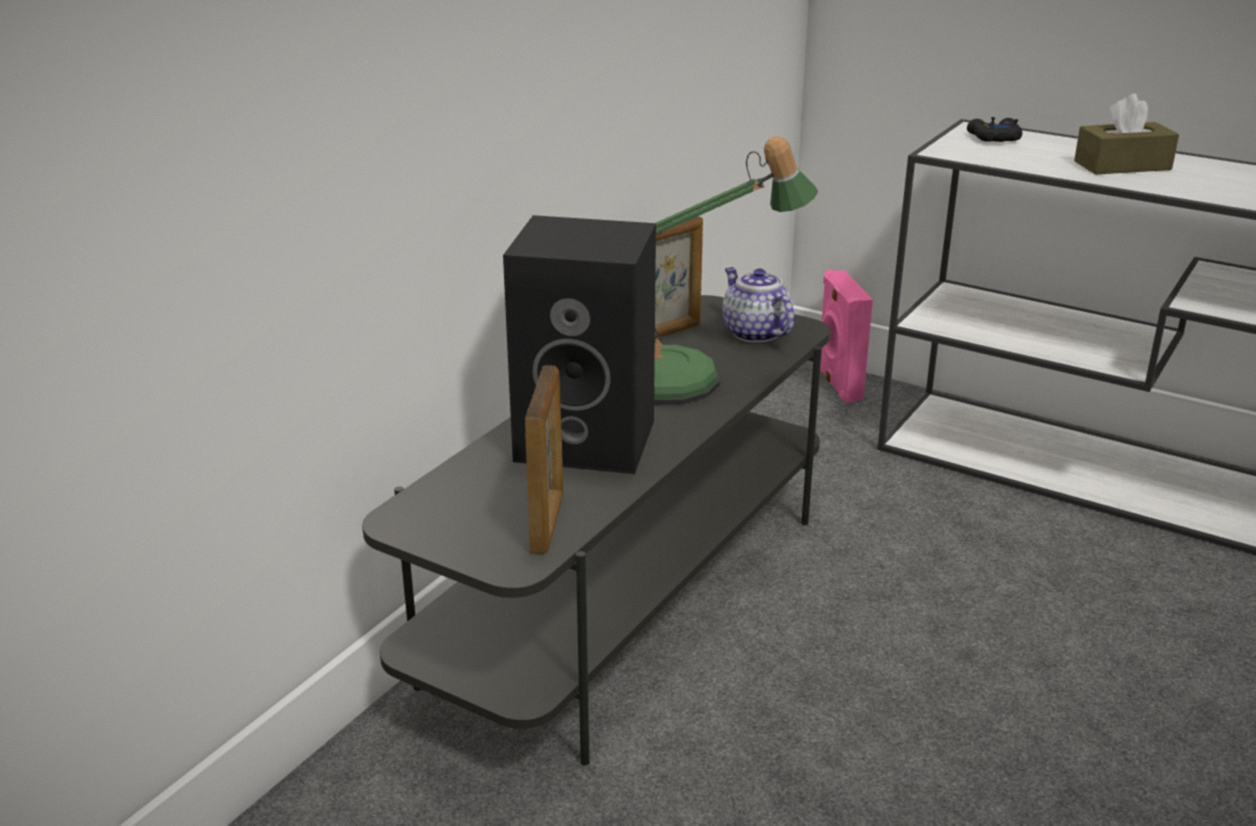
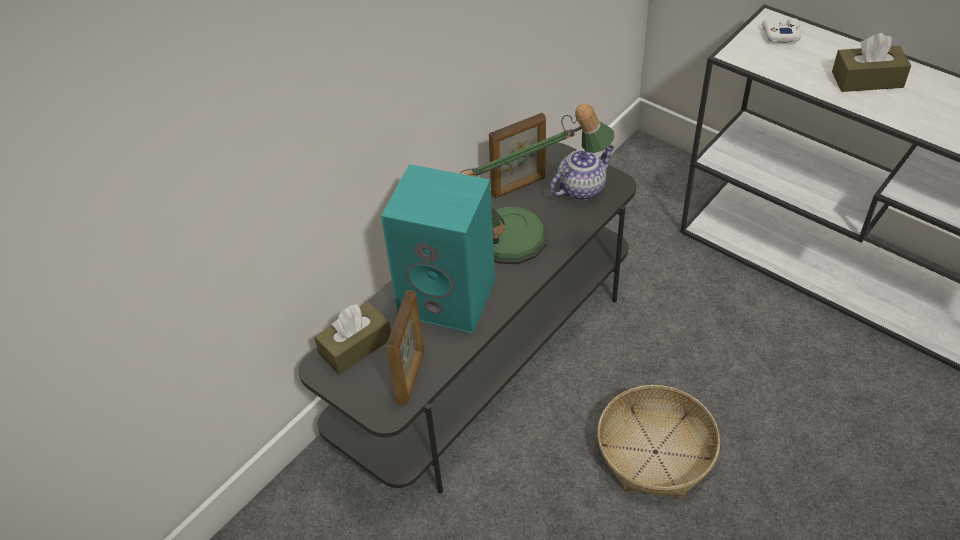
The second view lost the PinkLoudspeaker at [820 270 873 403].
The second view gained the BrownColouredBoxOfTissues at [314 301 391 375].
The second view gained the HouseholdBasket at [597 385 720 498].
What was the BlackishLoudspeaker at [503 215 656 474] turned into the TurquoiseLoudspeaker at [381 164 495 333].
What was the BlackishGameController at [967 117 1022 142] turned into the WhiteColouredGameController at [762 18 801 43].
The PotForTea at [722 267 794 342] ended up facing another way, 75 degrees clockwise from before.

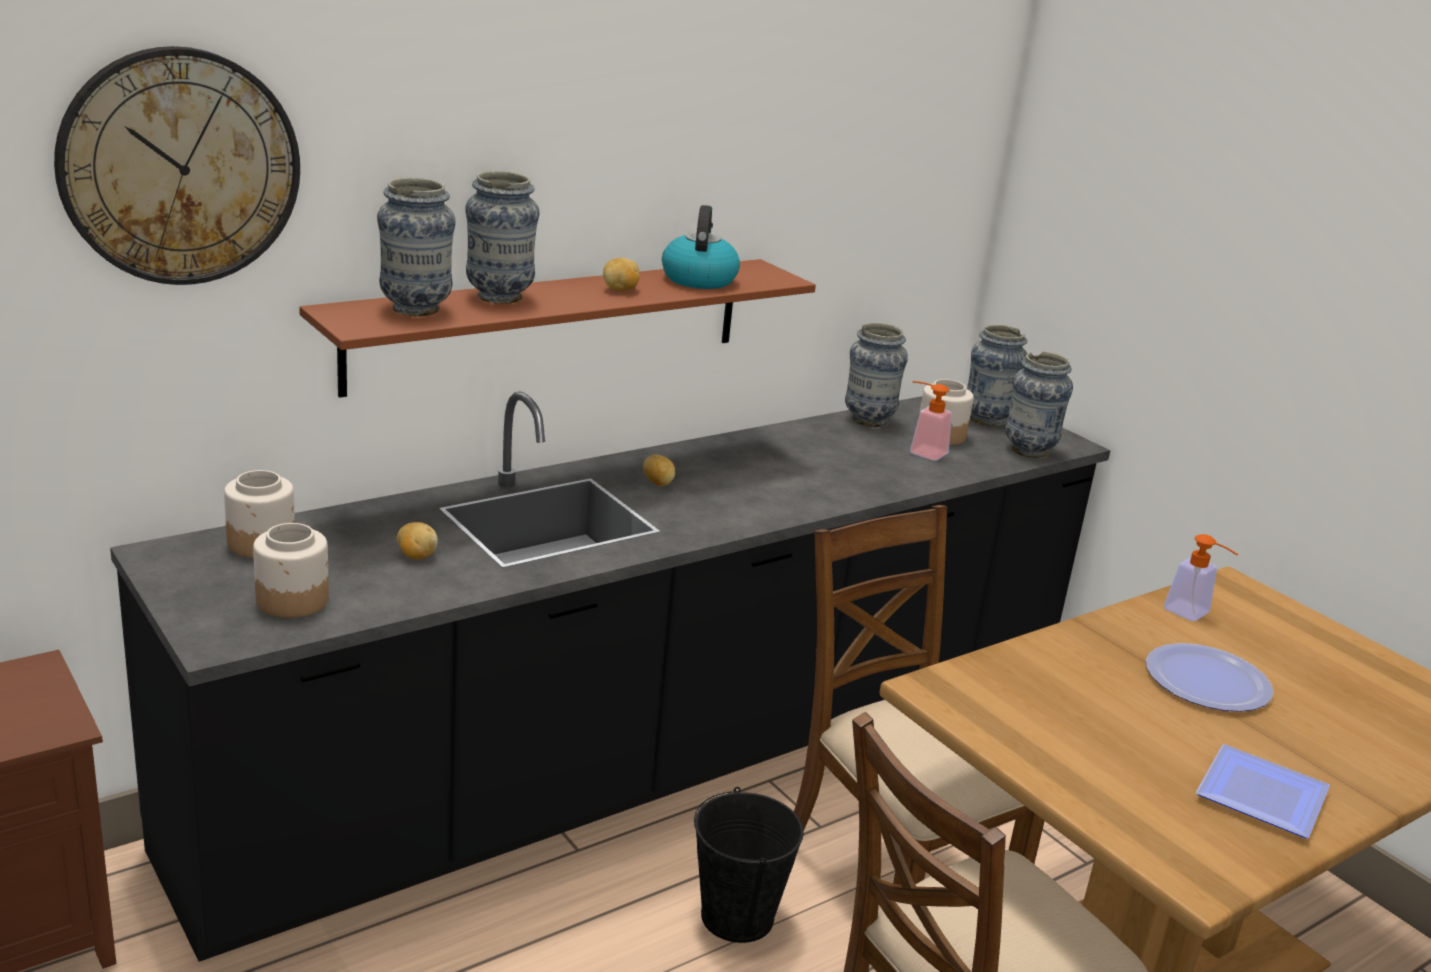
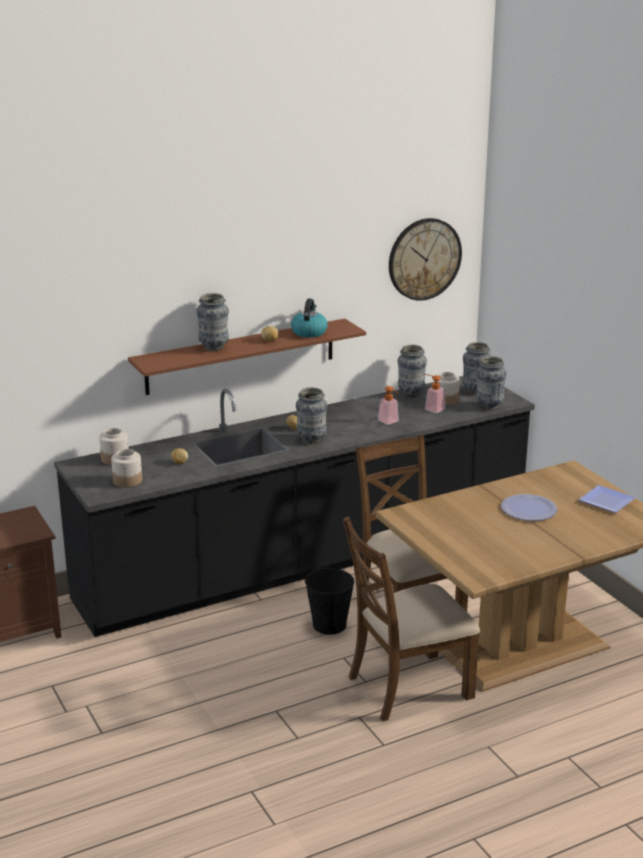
The HangingClock ended up elsewhere, having gone from [54 46 300 285] to [389 218 462 301].
The Vase ended up elsewhere, having gone from [377 177 456 316] to [296 387 327 444].
The LiquidSoapBottle ended up elsewhere, having gone from [1164 534 1239 621] to [378 386 399 425].
The Plate ended up elsewhere, having gone from [1196 744 1330 838] to [578 485 636 513].

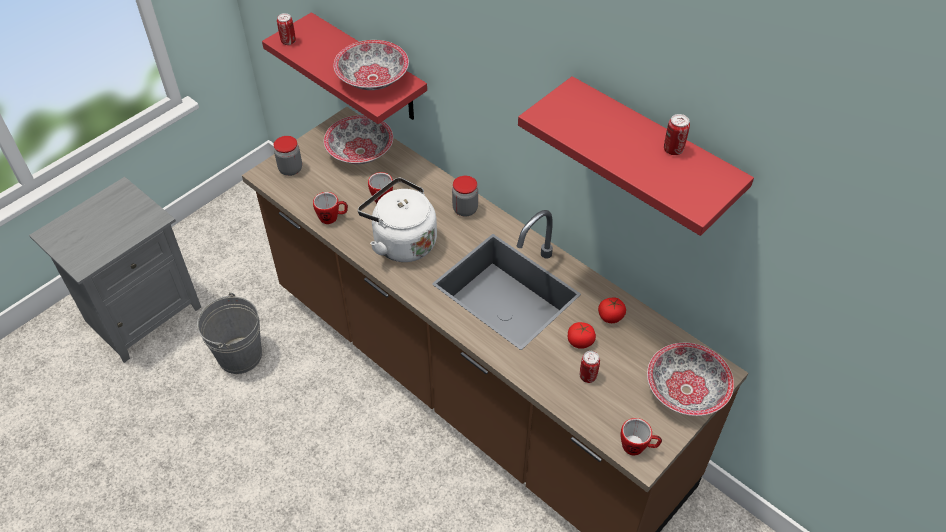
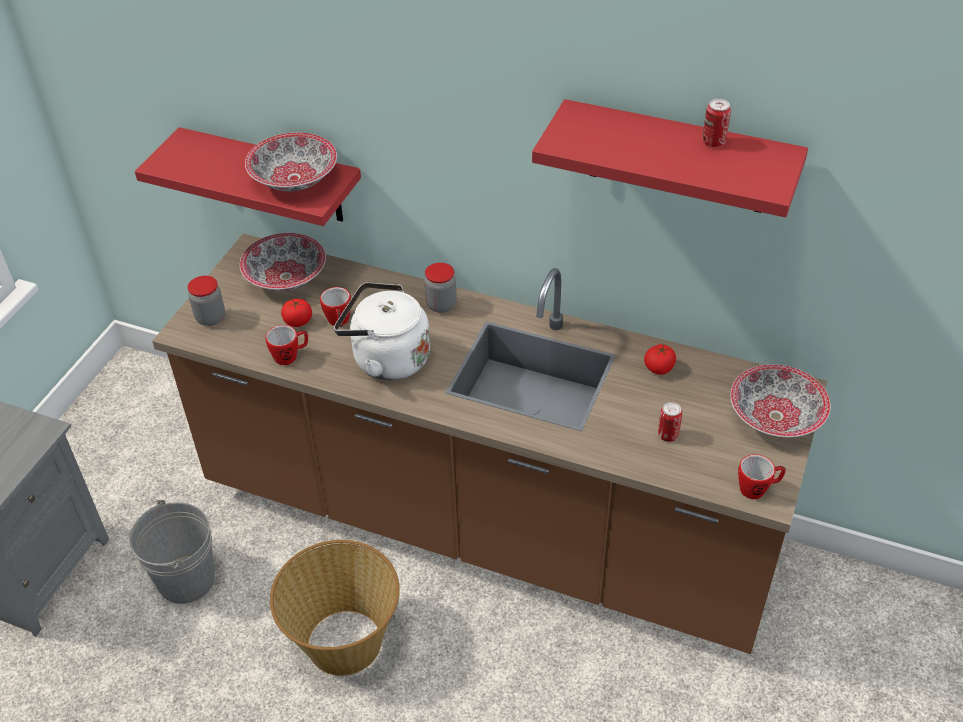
The second view lost the SealedCan at [277 13 296 45].
The second view gained the HouseholdBasket at [270 540 400 676].
The WholeTomato ended up elsewhere, having gone from [568 322 596 349] to [281 299 312 327].

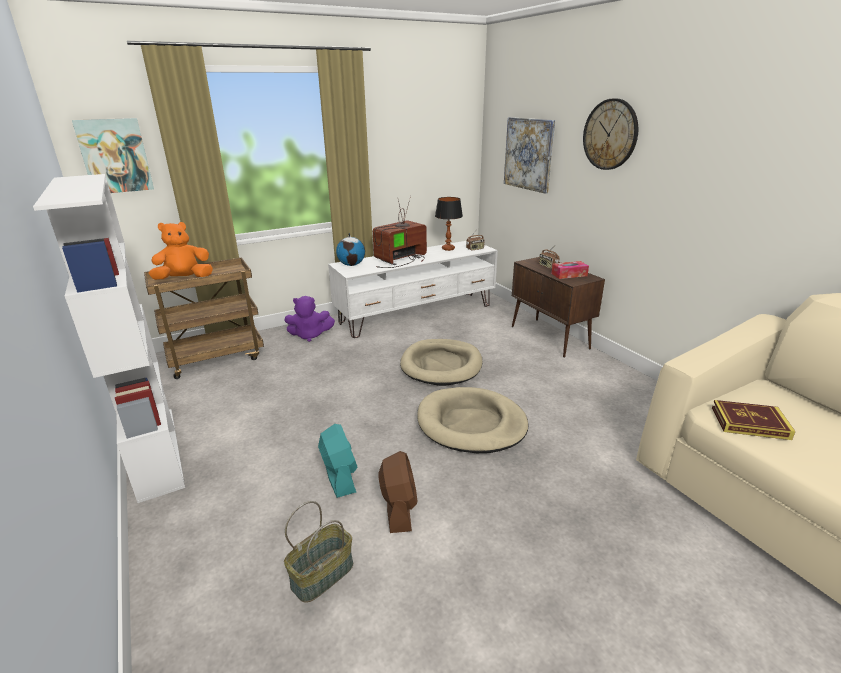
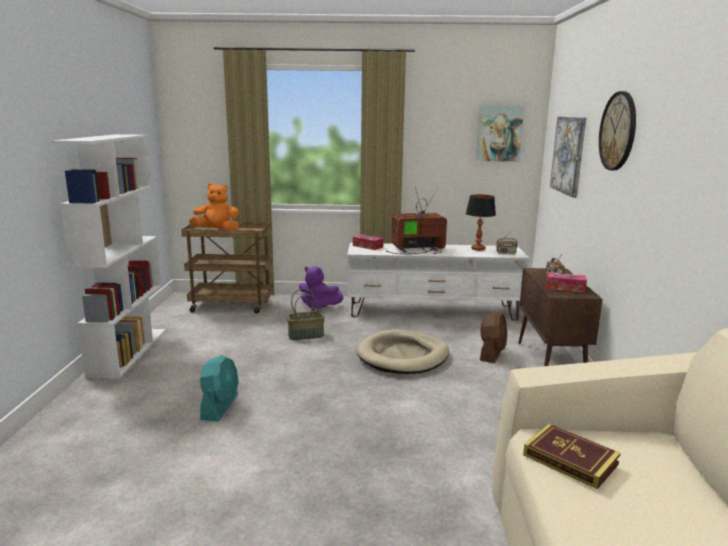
The second view lost the BeigeDogBed at [417 387 528 453].
The Picture ended up elsewhere, having gone from [72 118 154 193] to [476 105 524 162].
The HouseholdBasket ended up elsewhere, having gone from [284 501 353 603] to [287 288 325 340].
The BrownColouredFan ended up elsewhere, having gone from [378 451 418 533] to [480 311 507 363].
Where the WorldGlobe stood at [336 233 365 266], the BoxOfTissues came to stand at [353 234 383 250].

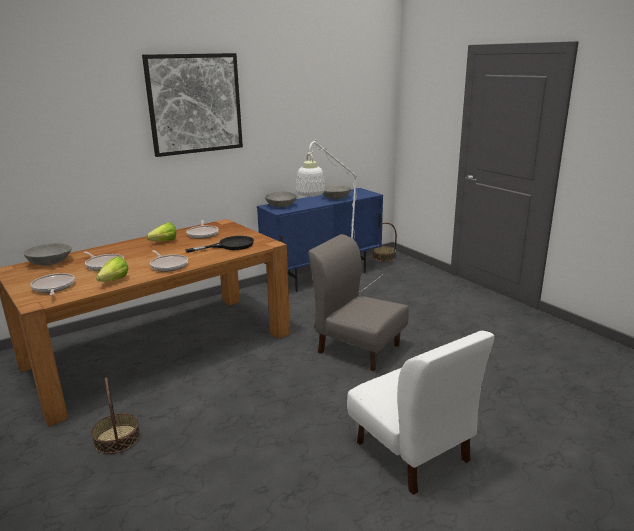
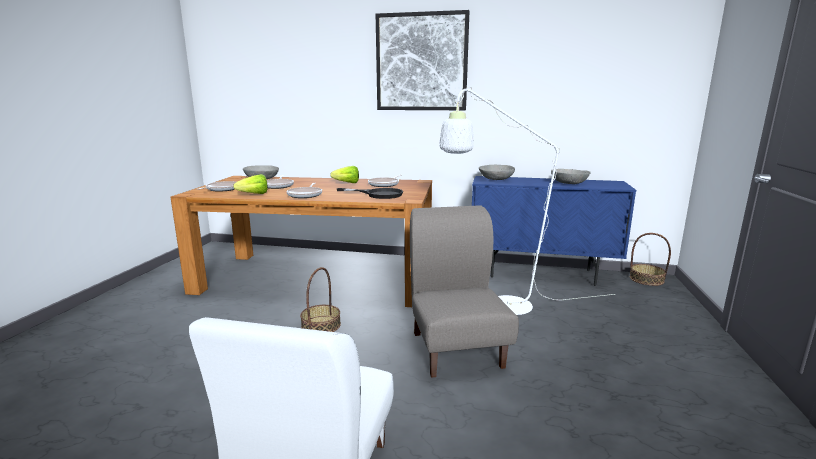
The HouseholdBasket ended up elsewhere, having gone from [91 377 140 454] to [300 267 341 332].

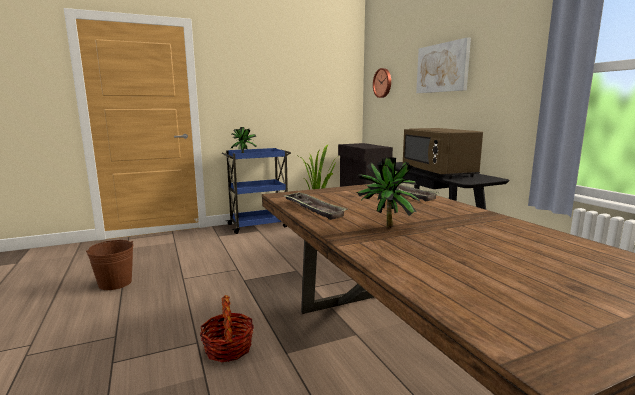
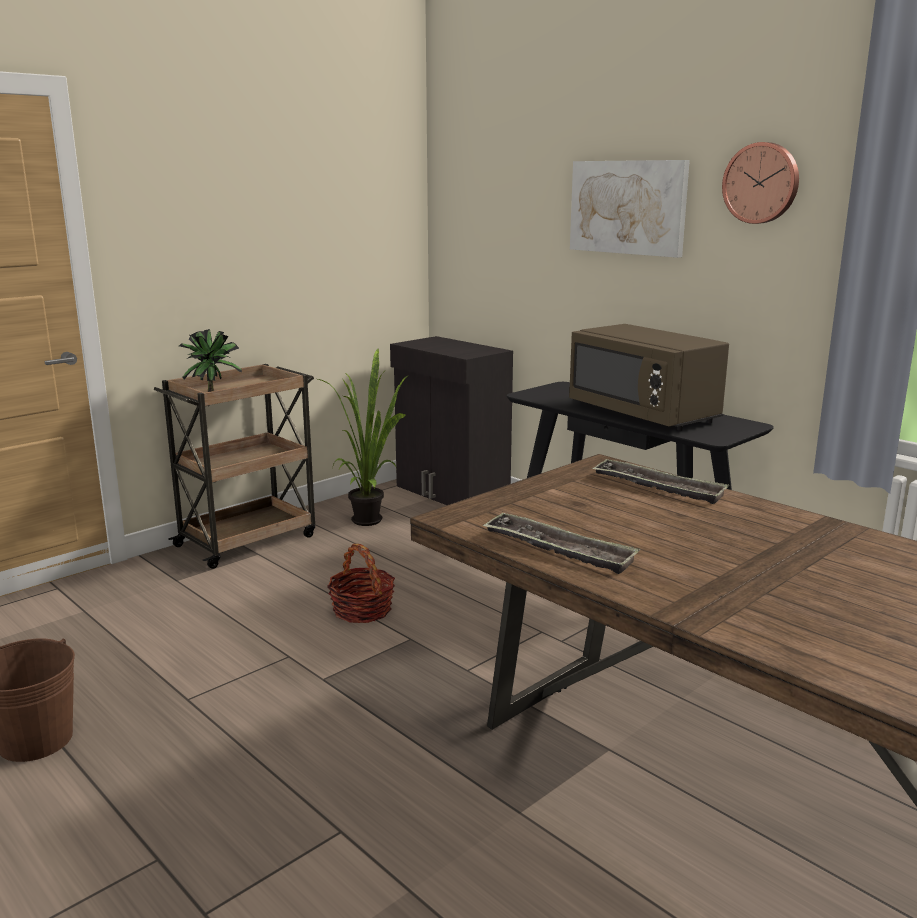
The second view lost the PottedPlant at [357 157 420 228].
The HouseholdBasket ended up elsewhere, having gone from [200 295 254 362] to [327 544 395 623].
The HangingClock ended up elsewhere, having gone from [373 68 391 98] to [722 142 799 224].
What was the BluishTrolley at [222 148 291 234] turned into the BrownColouredTrolley at [153 364 315 569].

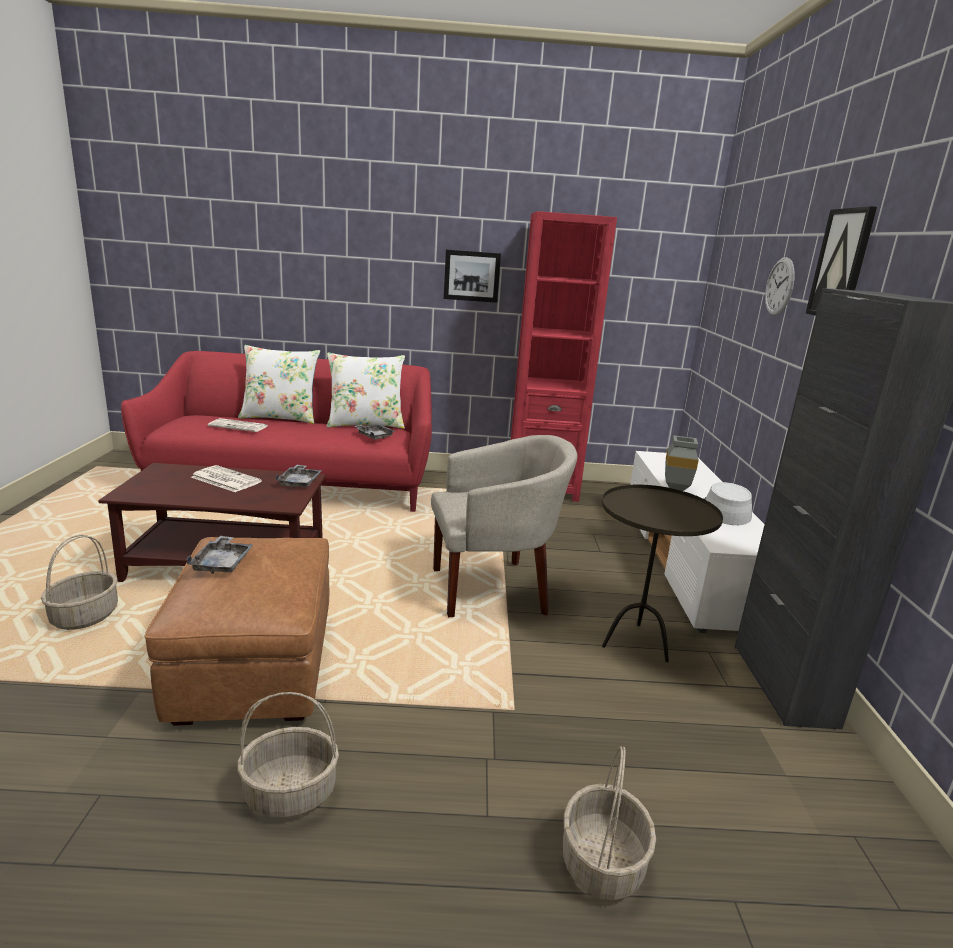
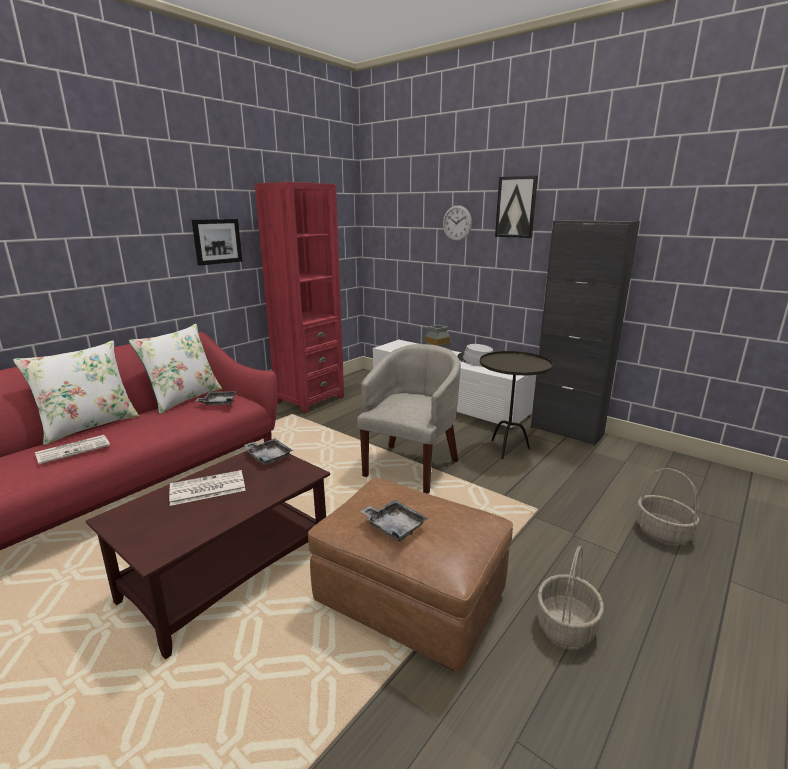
The second view lost the HouseholdBasket at [41 535 118 630].

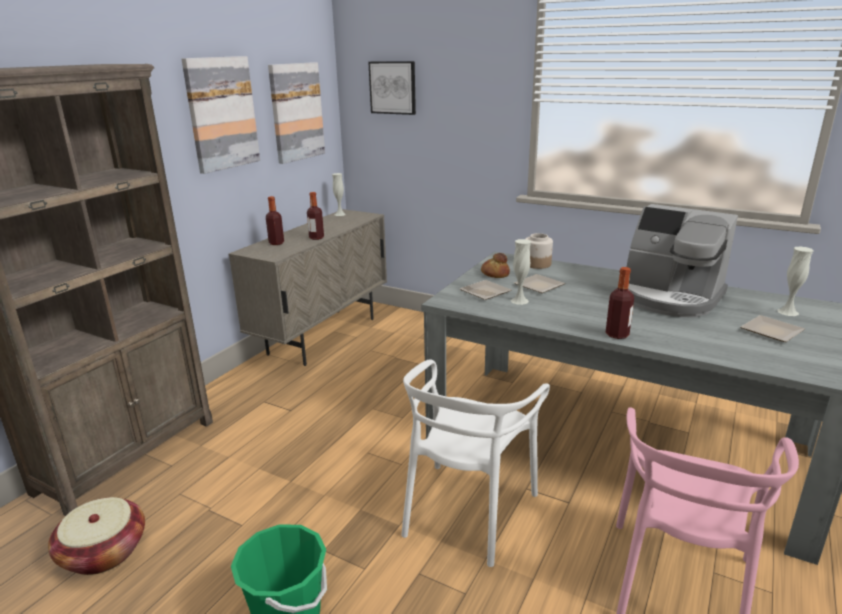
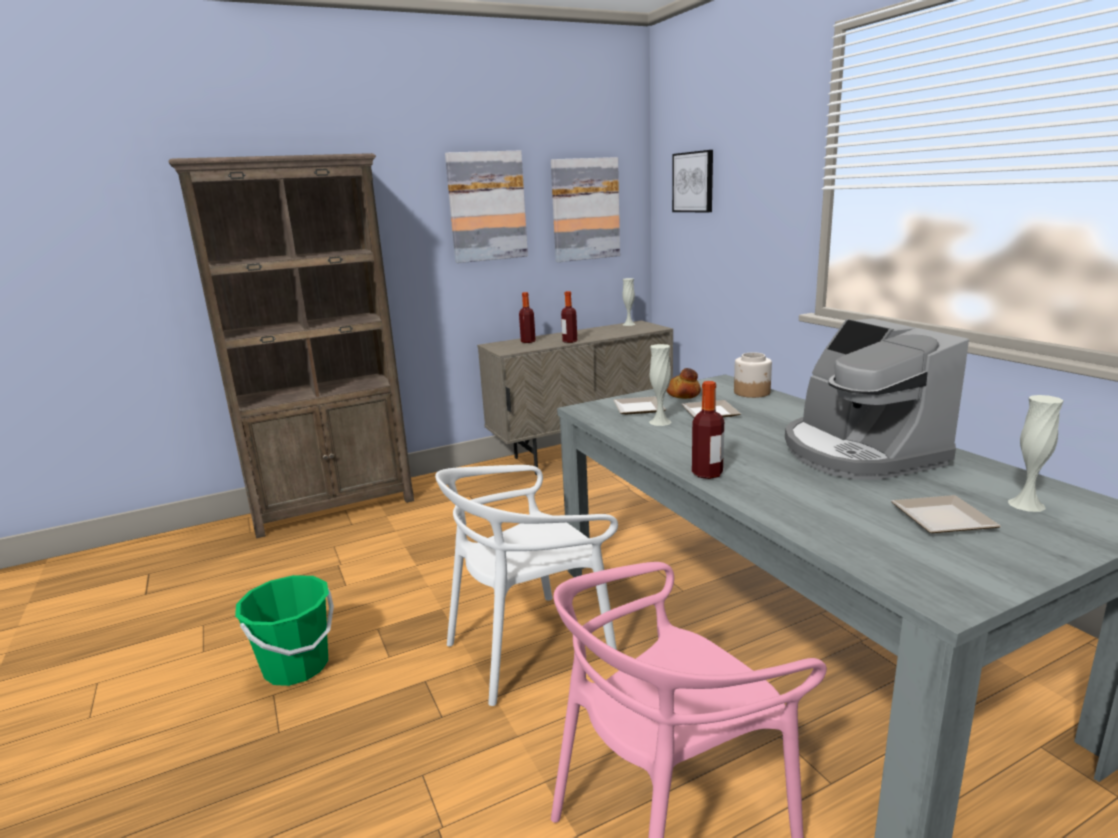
The second view lost the HouseholdBasket at [48 497 145 575].

